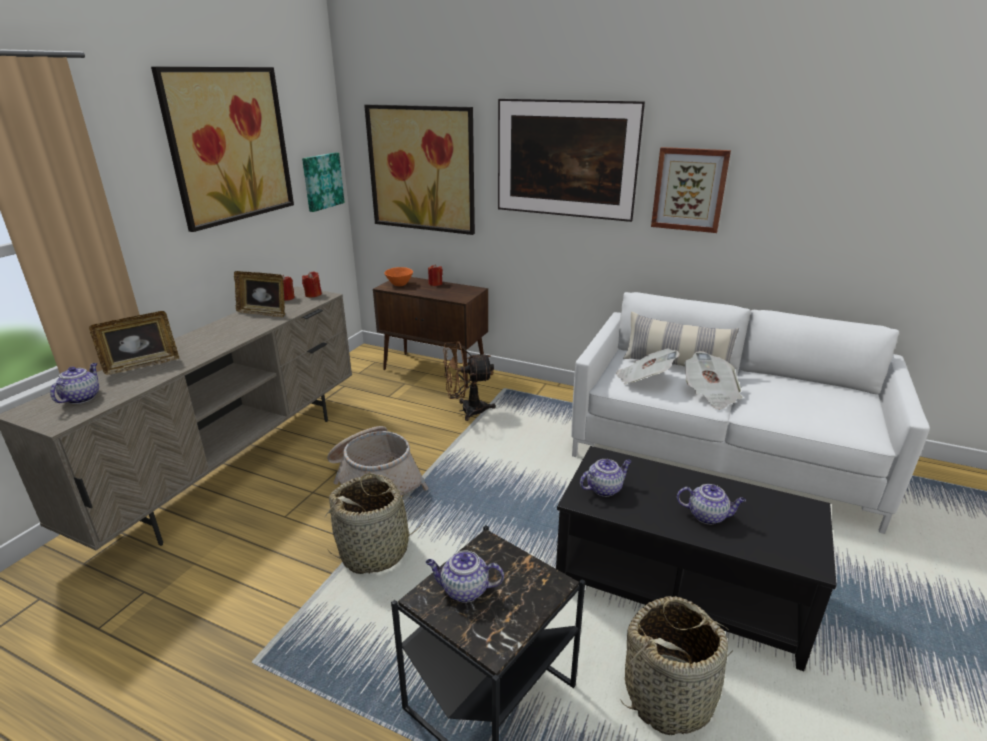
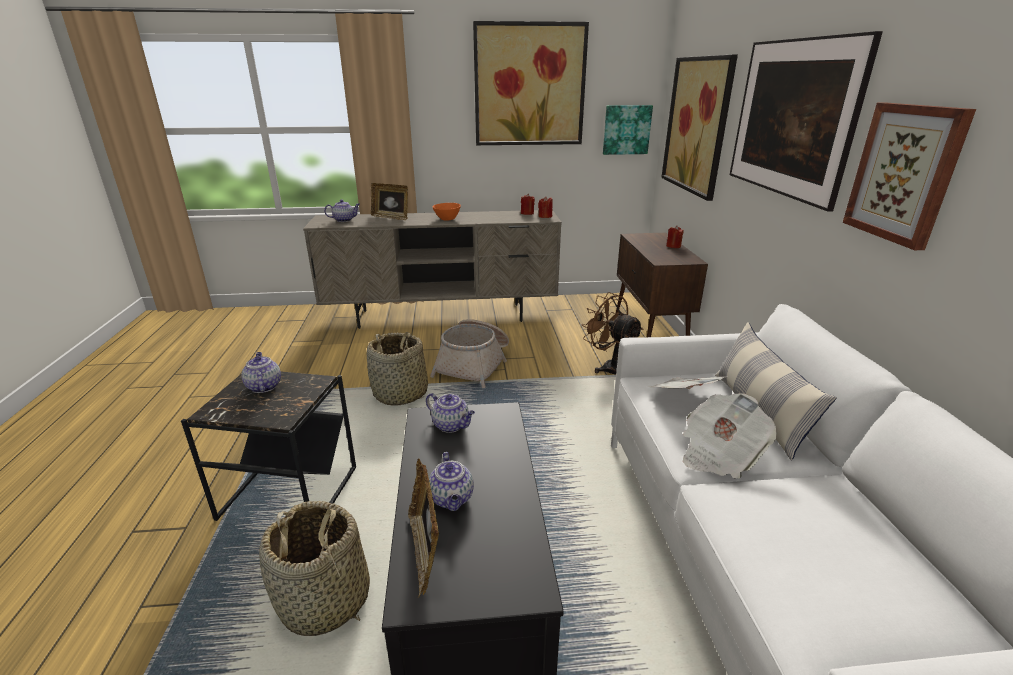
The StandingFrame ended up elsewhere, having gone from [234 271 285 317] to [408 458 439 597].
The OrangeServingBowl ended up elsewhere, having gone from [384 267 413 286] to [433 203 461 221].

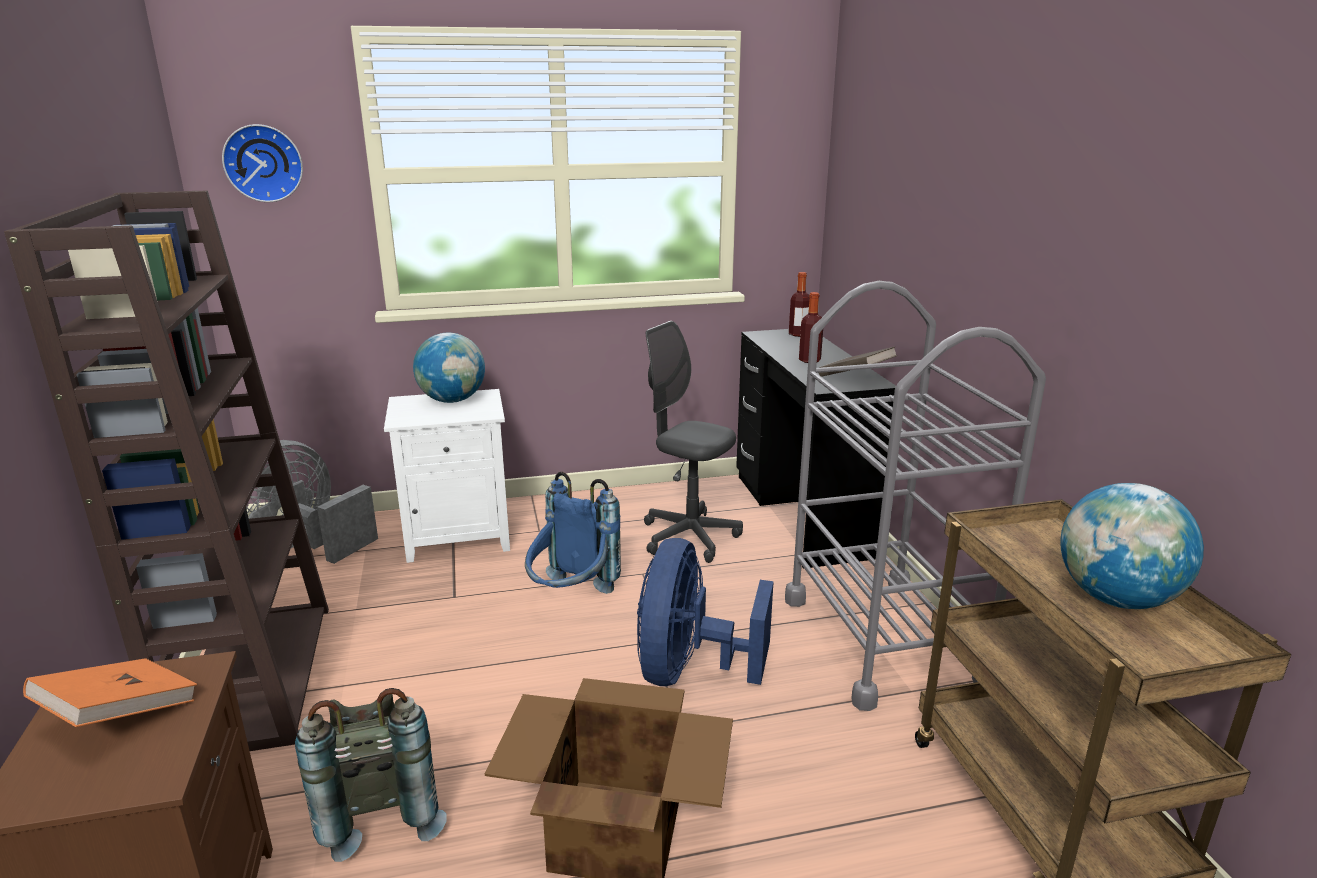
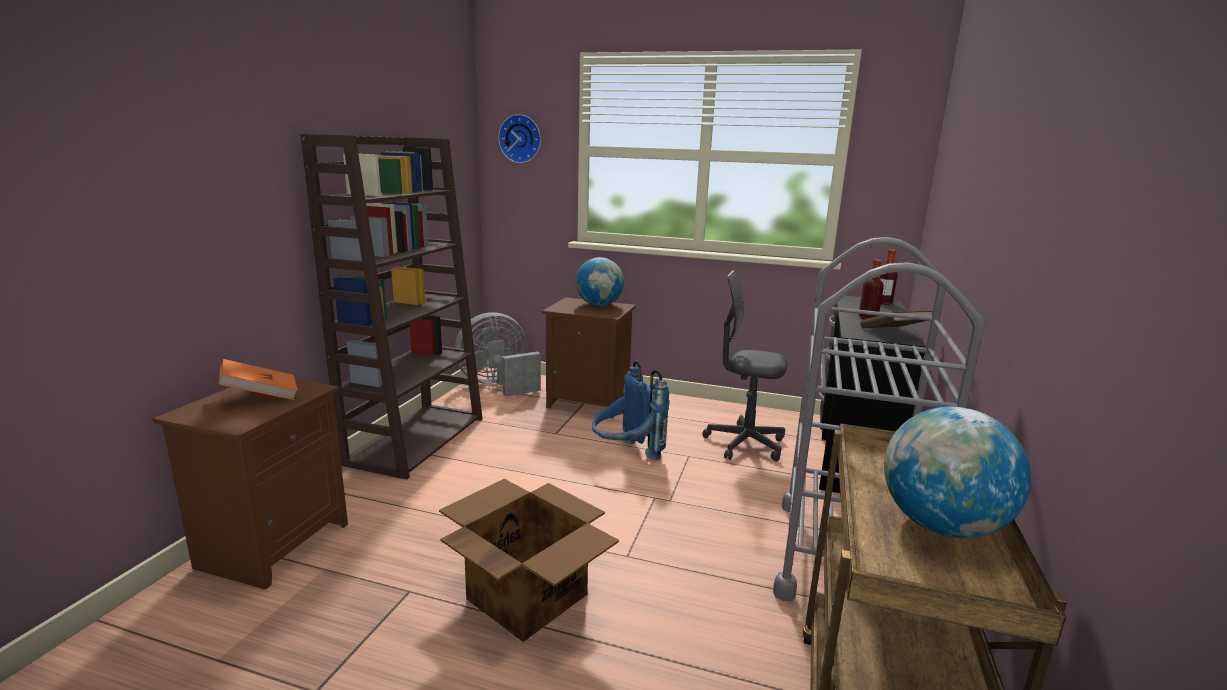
The second view lost the GreyKnapsack at [295 688 447 862].
The second view lost the BluishFan at [637 538 774 686].
What was the WhiteColouredNightTable at [384 389 510 563] turned into the BrownColouredNightTable at [542 297 636 418].
The GreyOfficeChair at [644 321 743 563] ended up facing another way, 45 degrees counterclockwise from before.

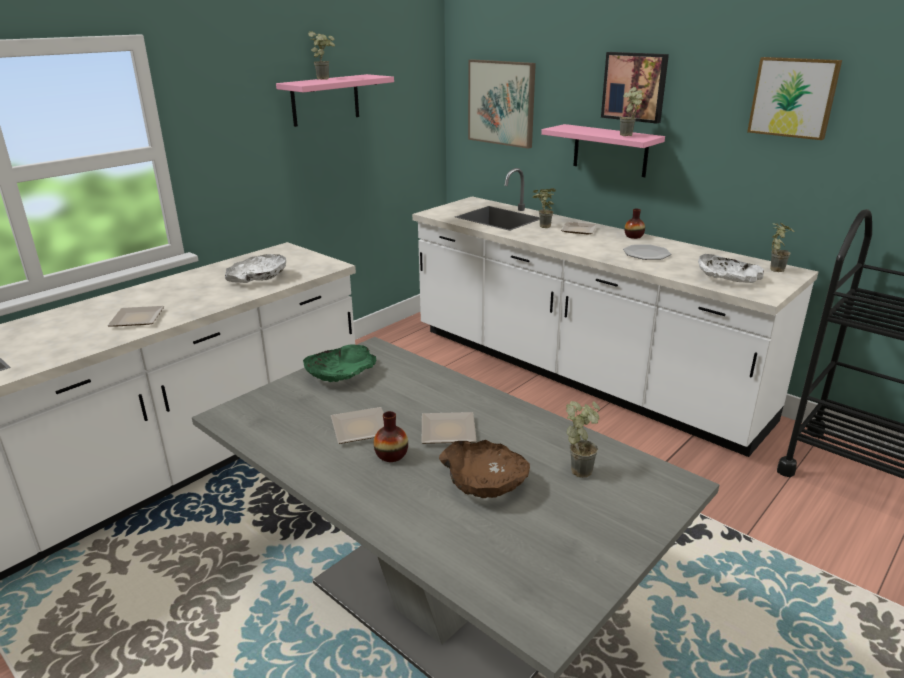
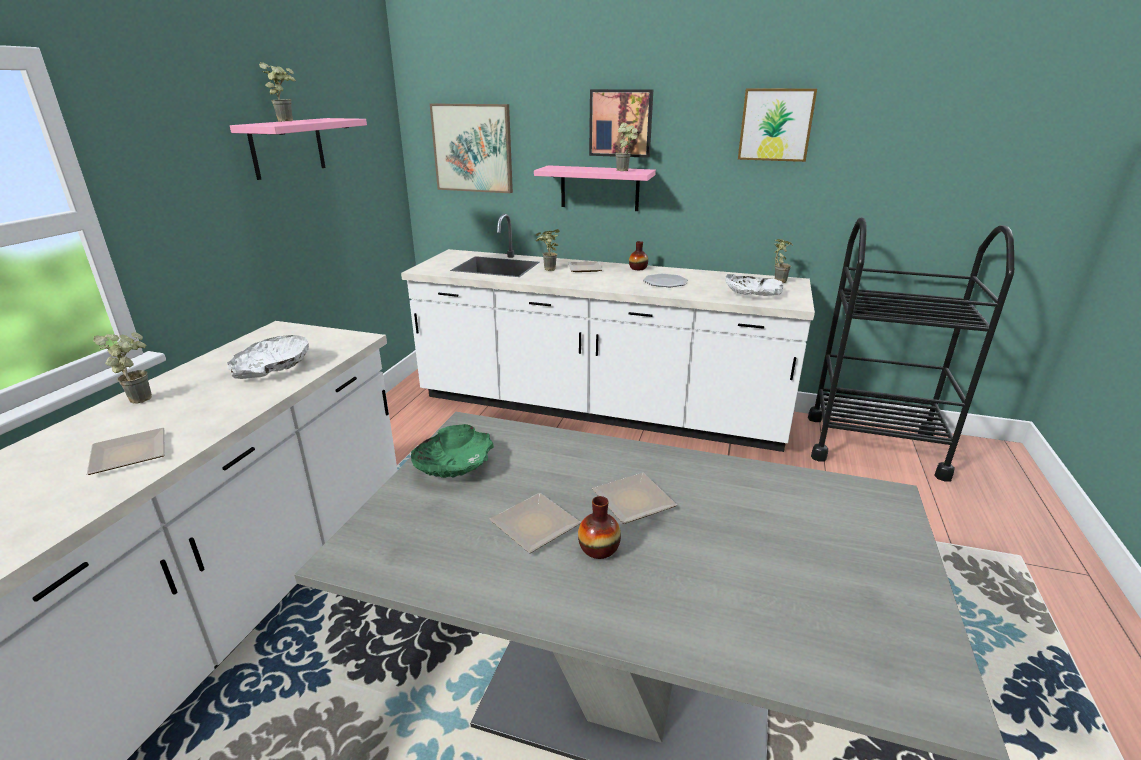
The second view lost the BrownColouredServingBowl at [439 440 530 498].
The PottedPlant ended up elsewhere, having gone from [566 401 600 478] to [93 332 152 404].

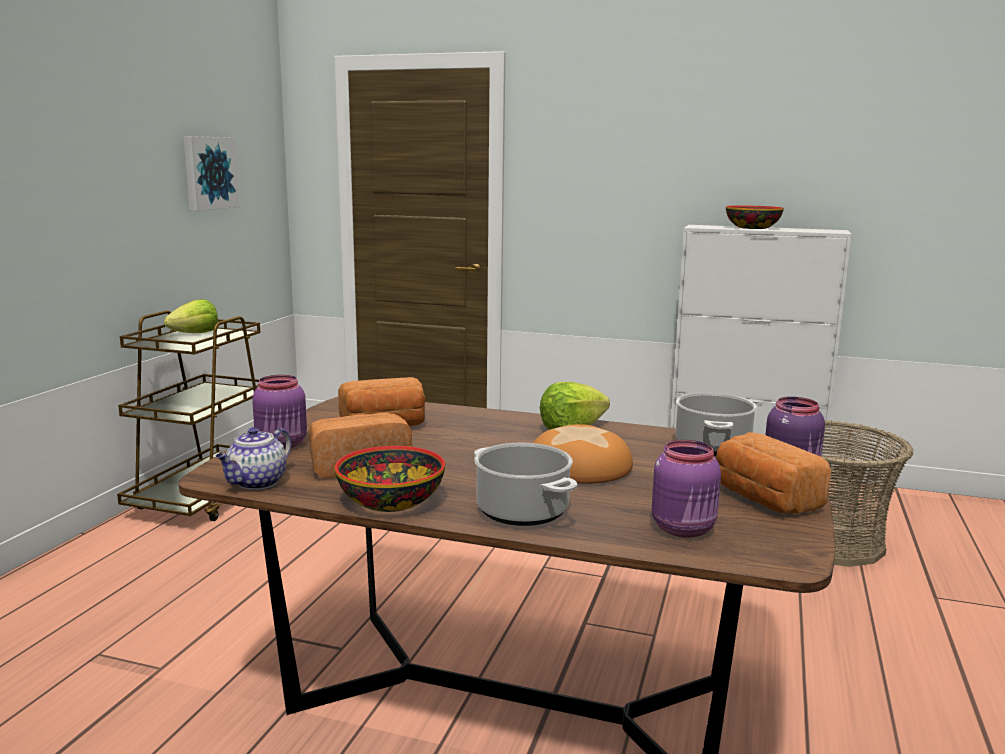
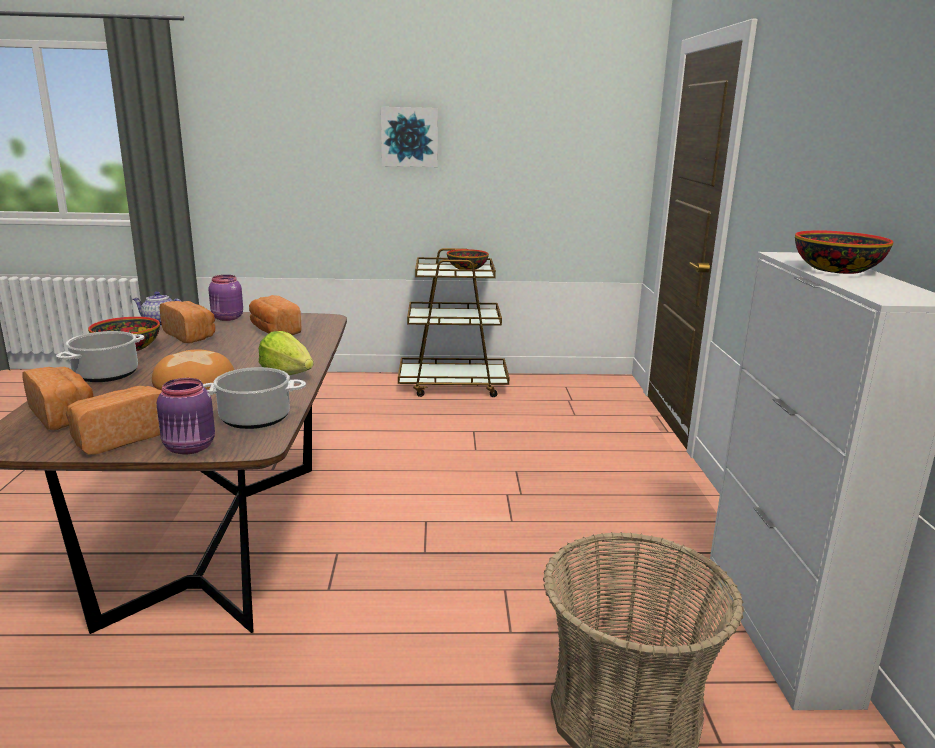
The Picture ended up elsewhere, having gone from [184 136 240 211] to [381 107 438 167].
Where the HeadOfLettuce stood at [164 299 218 333], the ServingBowl came to stand at [447 249 489 270].
Where the PurplishPreserveJar stood at [652 440 721 538], the BakedBread came to stand at [22 367 93 430].

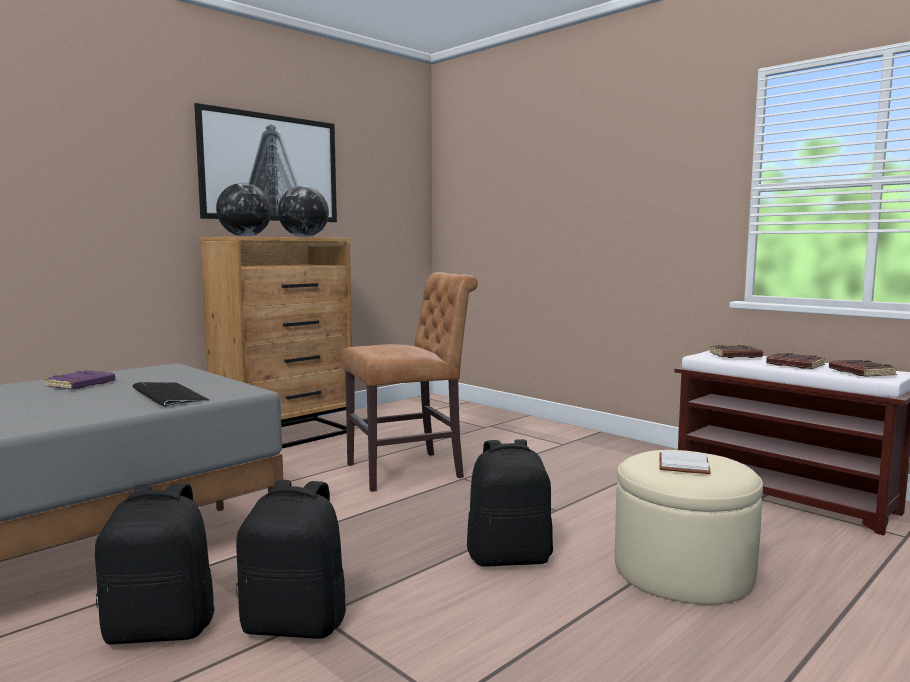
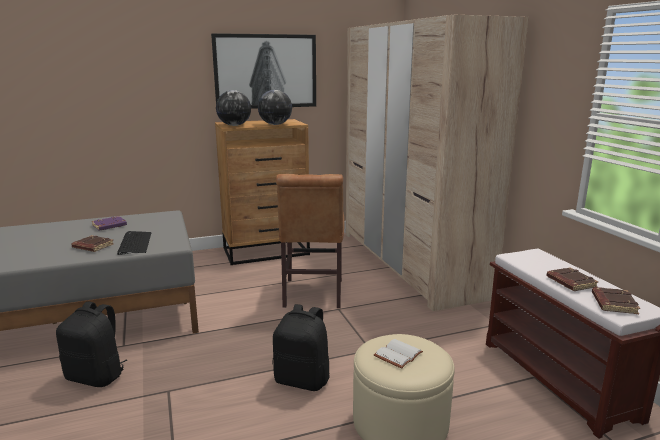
The second view lost the BlackishKnapsack at [236 480 346 639].
The second view gained the BeigeClothesCupboard at [346 15 529 311].
The BrownColouredVolume ended up elsewhere, having gone from [709 345 763 358] to [72 235 114 252].
The BrownColouredPlainChair at [343 272 478 492] ended up facing another way, 90 degrees clockwise from before.

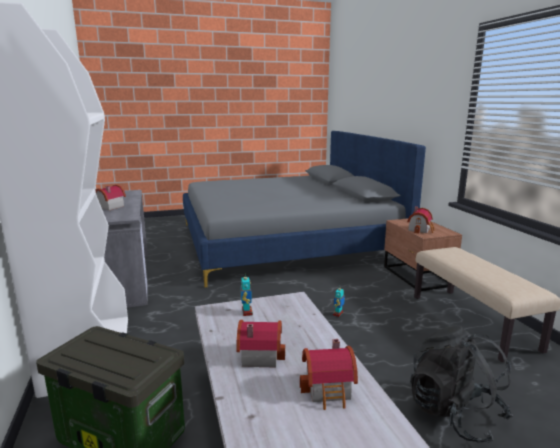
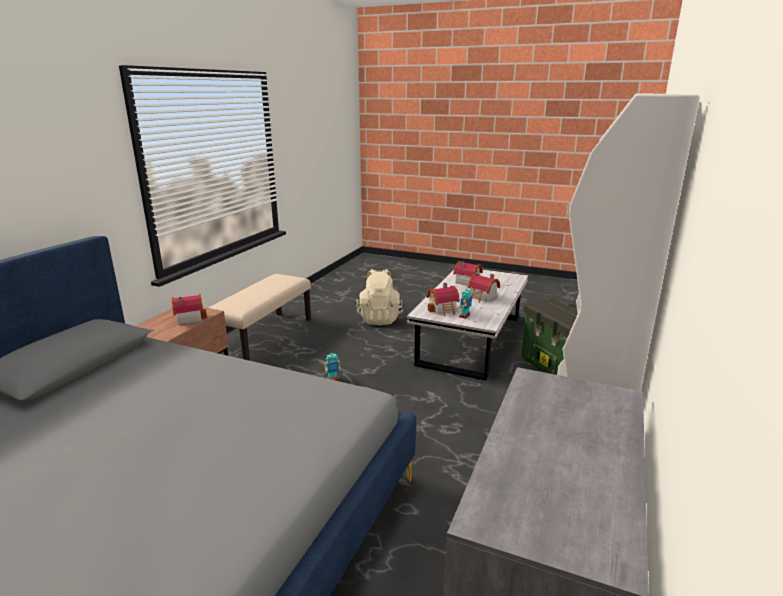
The MiniatureHouse ended up elsewhere, having gone from [95 184 126 210] to [426 283 460 316].
What was the BlackishKnapsack at [410 325 513 443] turned into the BeigeKnapsack at [356 269 403 325].

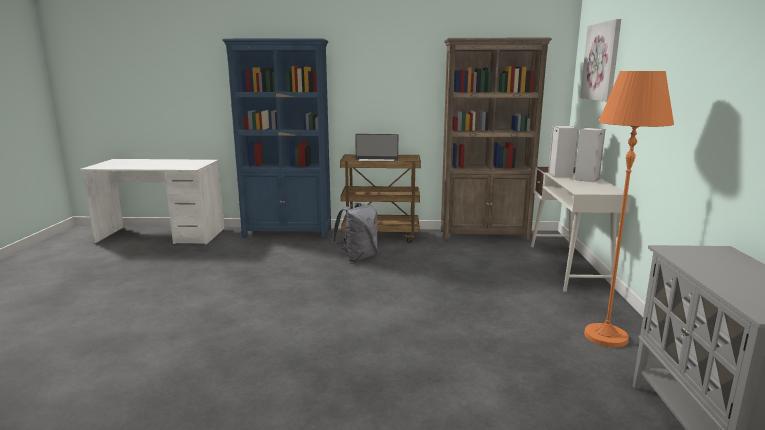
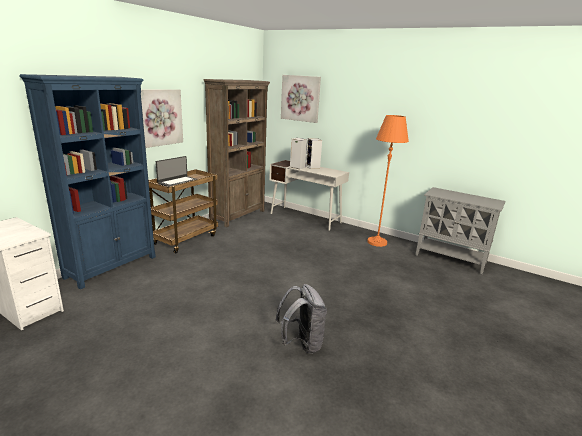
The second view gained the Picture at [141 89 183 148].
The GreyKnapsack ended up elsewhere, having gone from [332 203 378 262] to [275 284 327 354].

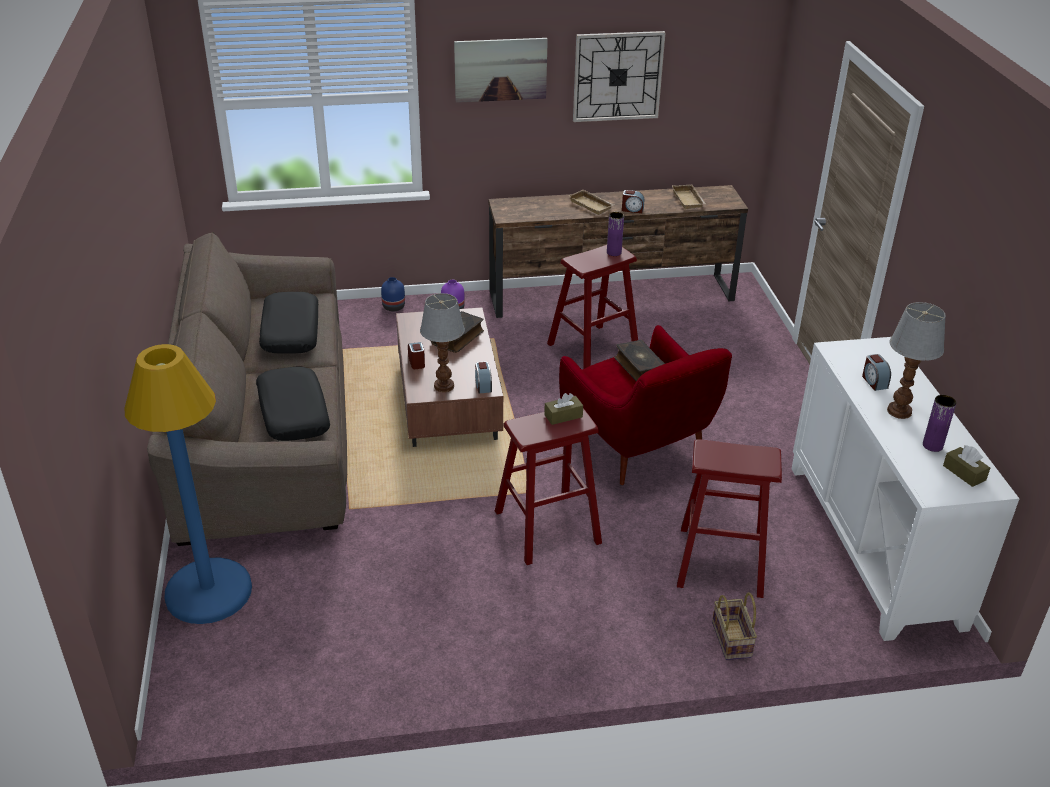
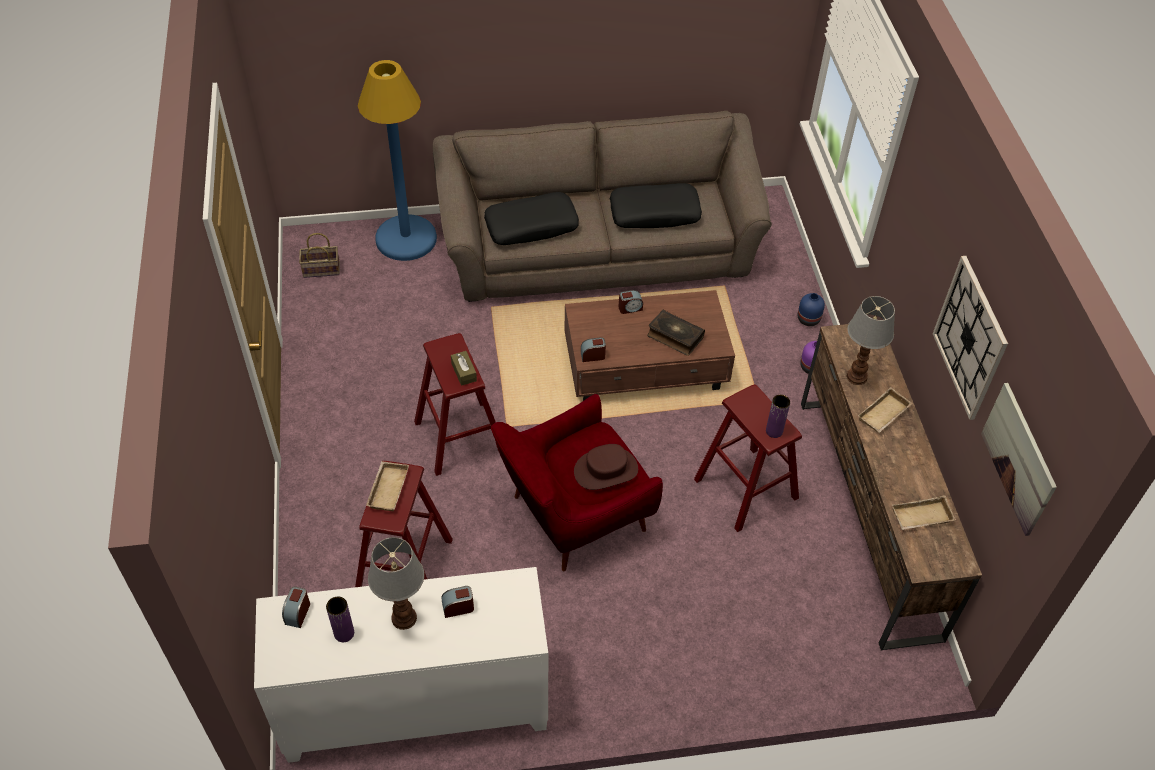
The second view lost the BrownColouredBoxOfTissues at [943 445 990 487].
The second view gained the BeigeCarryingTray at [366 461 409 511].
The TableLamp ended up elsewhere, having gone from [420 293 465 392] to [846 296 895 385].
The Picture ended up elsewhere, having gone from [454 38 548 103] to [981 383 1057 536].
The BedsideClock ended up elsewhere, having gone from [622 190 644 213] to [282 587 310 628].
The HouseholdBasket ended up elsewhere, having gone from [712 592 757 660] to [299 233 340 278].
Where the Volume stood at [614 340 665 381], the BrownColouredWearableHat came to stand at [574 444 638 490].

